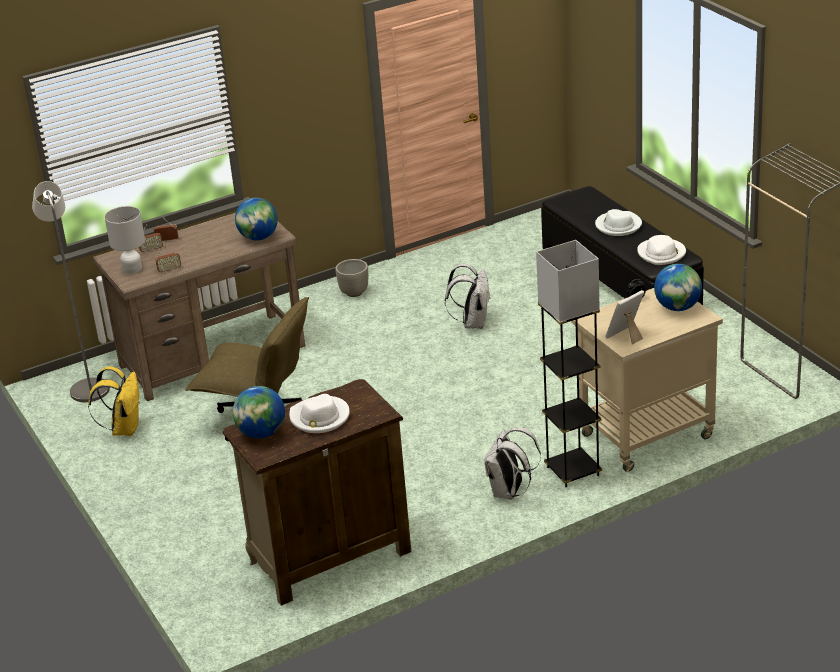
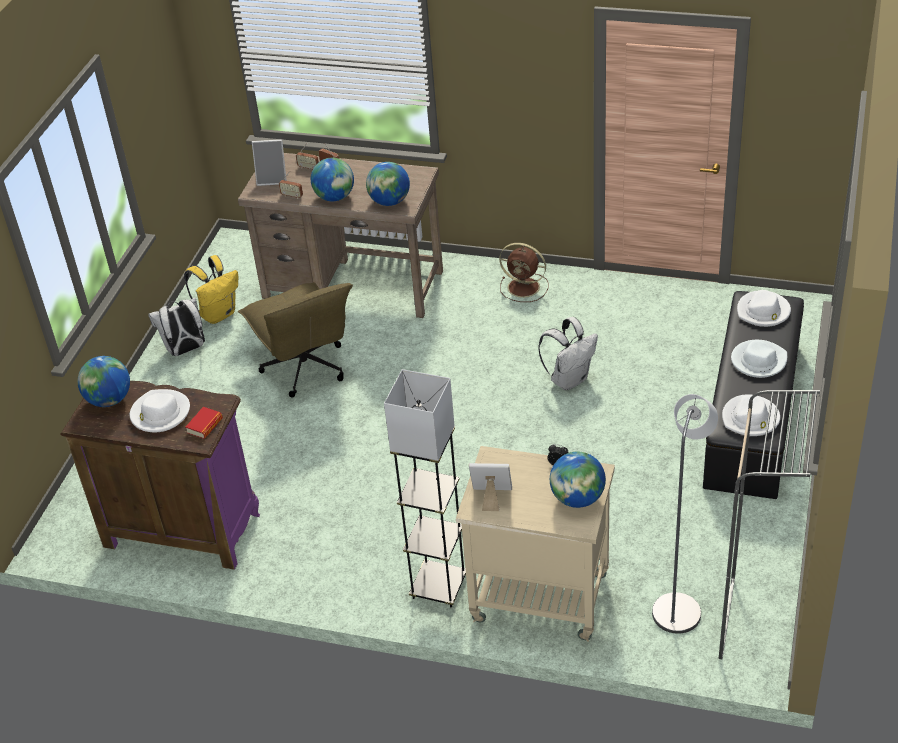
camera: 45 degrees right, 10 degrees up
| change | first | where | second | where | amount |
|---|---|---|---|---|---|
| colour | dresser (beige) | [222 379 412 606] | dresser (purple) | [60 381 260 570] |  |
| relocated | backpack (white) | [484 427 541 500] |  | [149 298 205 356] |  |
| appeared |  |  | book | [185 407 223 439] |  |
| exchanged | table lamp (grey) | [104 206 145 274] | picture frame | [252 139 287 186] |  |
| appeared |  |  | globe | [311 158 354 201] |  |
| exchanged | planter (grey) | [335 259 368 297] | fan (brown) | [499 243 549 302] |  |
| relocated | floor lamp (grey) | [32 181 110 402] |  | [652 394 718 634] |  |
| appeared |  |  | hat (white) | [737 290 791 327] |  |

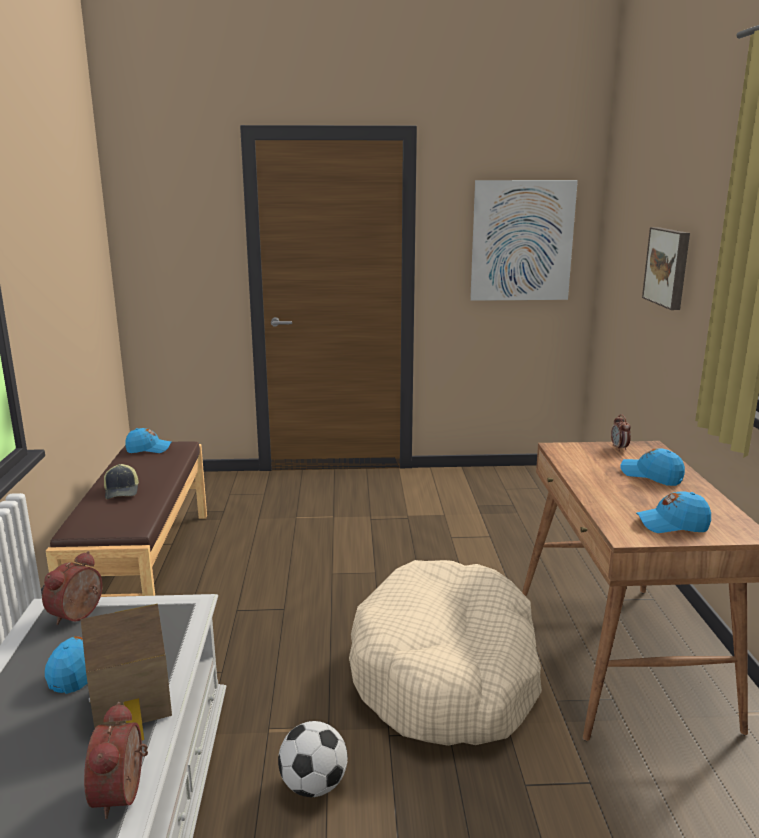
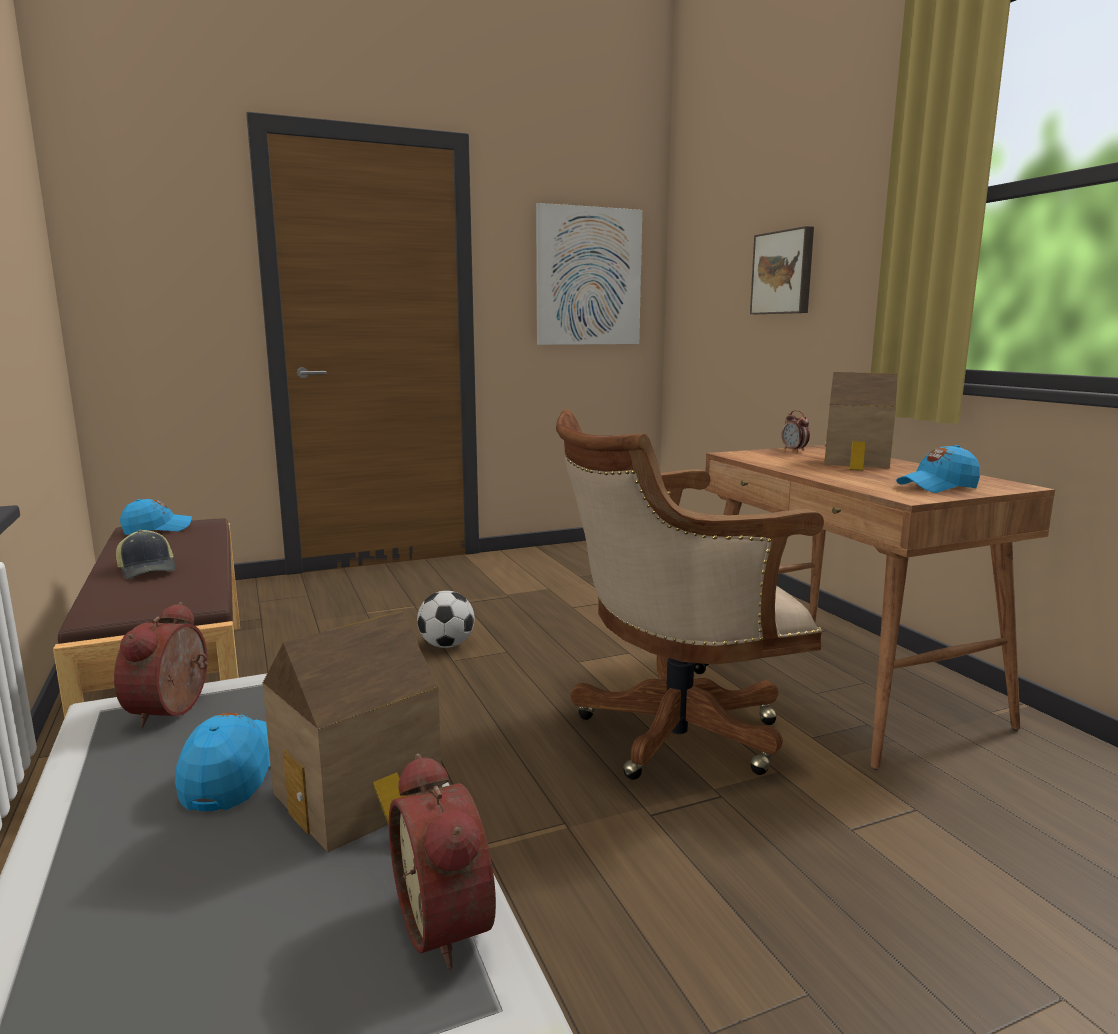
camera: 20 degrees left, 5 degrees down
| change | first | where | second | where | amount |
|---|---|---|---|---|---|
| relocated | football | [278 721 348 797] |  | [417 591 475 648] |  |
| exchanged | dog bed (beige) | [349 560 542 746] | office chair | [556 409 824 780] |  |
| exchanged | cap (blue) | [621 448 685 486] | toy house | [825 372 898 471] |  |

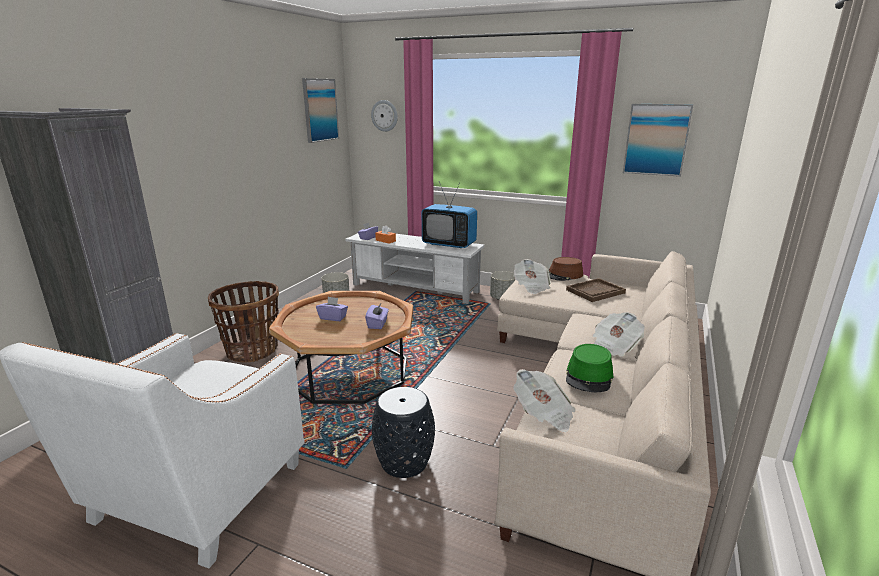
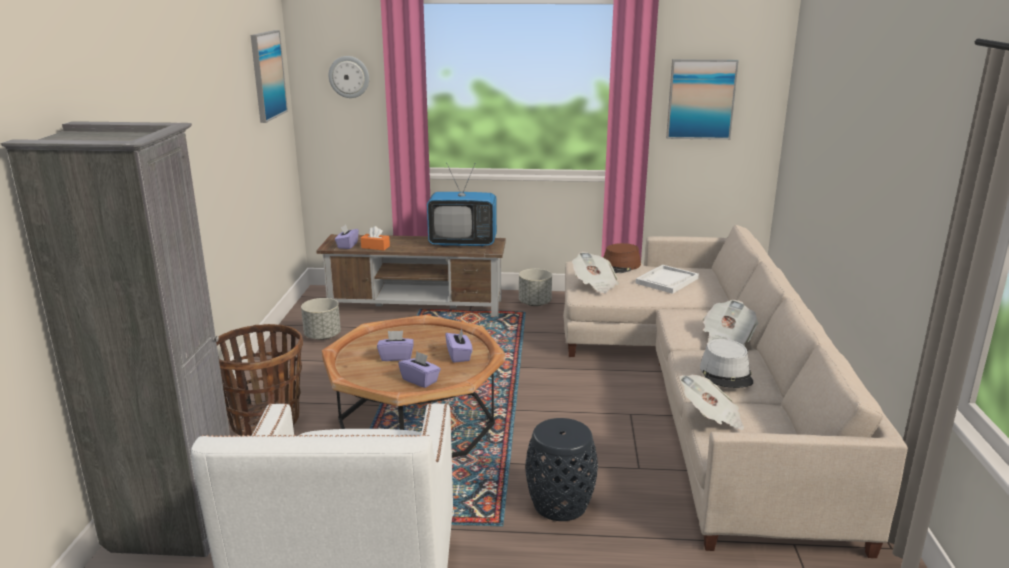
camera: 20 degrees left, 0 degrees up
| change | first | where | second | where | amount |
|---|---|---|---|---|---|
| colour | tv stand (white) | [345 231 484 304] | tv stand (brown) | [316 234 506 317] |  |
| appeared |  |  | tissue box (purple) | [398 351 441 388] |  |
| colour | tray (brown) | [566 278 626 302] | tray (white) | [635 265 699 294] |  |
| colour | hat (green) | [566 344 614 392] | hat (grey) | [700 339 753 388] |  |

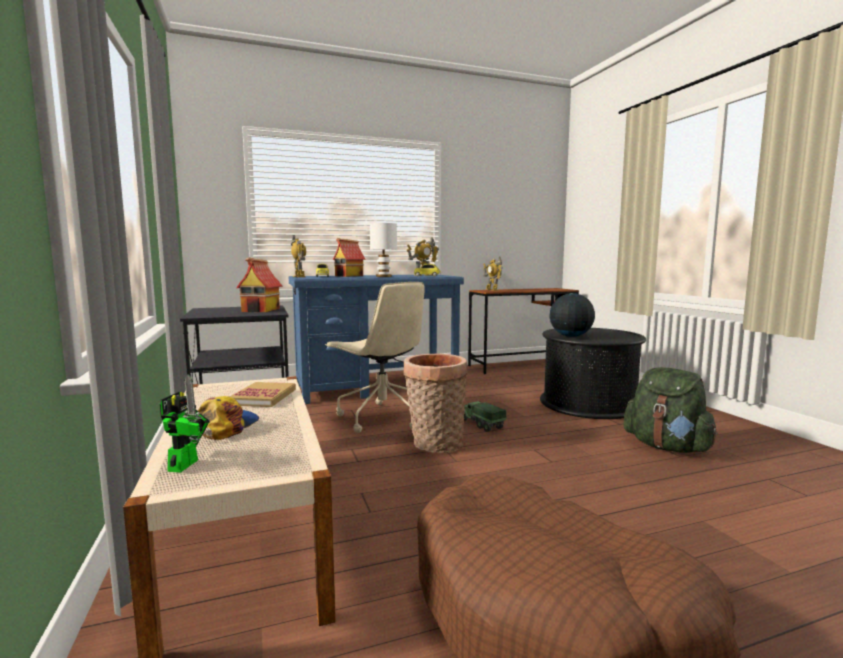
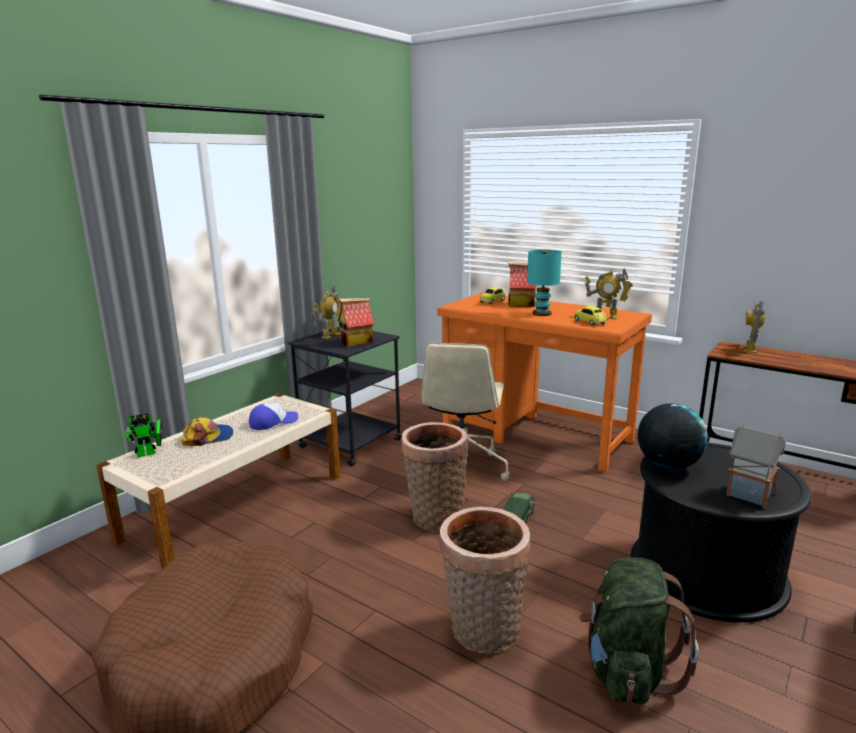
camera: 55 degrees right, 10 degrees up
| change | first | where | second | where | amount |
|---|---|---|---|---|---|
| exchanged | book | [230 382 296 407] | cap | [249 403 298 430] |  |
| relocated | toy robot | [291 235 306 277] |  | [313 286 341 339] |  |
| colour | desk (blue) | [289 275 464 404] | desk (orange) | [437 293 652 473] |  |
| appeared |  |  | basket | [439 507 530 654] |  |
| colour | table lamp (white) | [370 223 397 277] | table lamp (turquoise) | [527 249 562 316] |  |
| appeared |  |  | toy house | [726 425 786 508] |  |

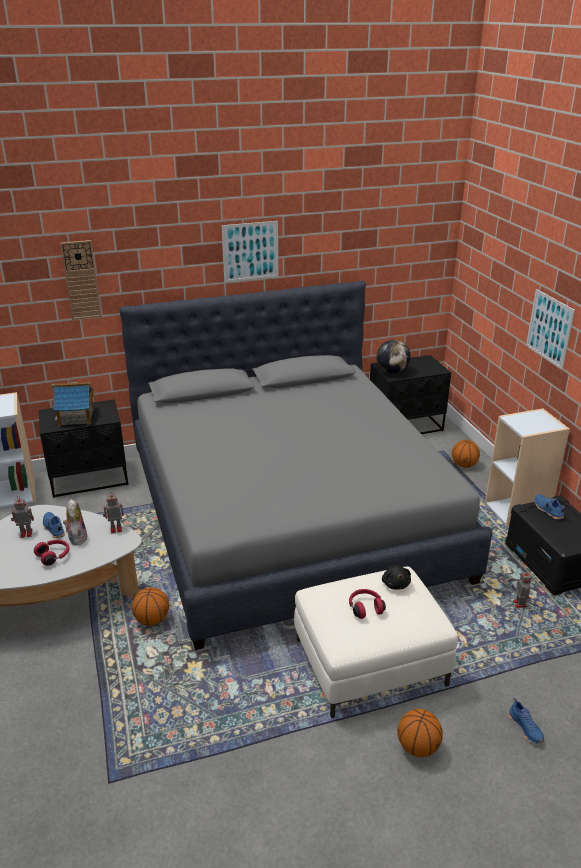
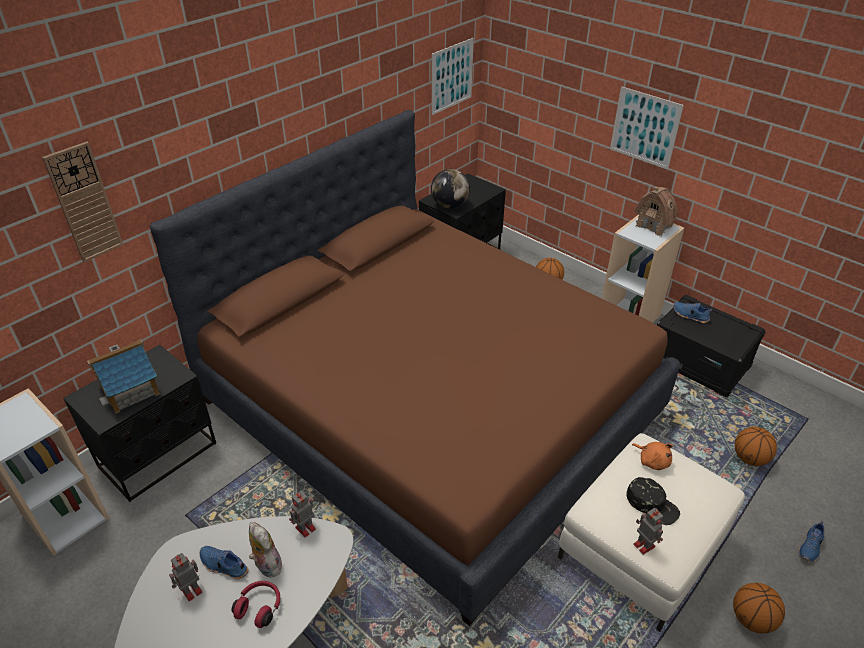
camera: 30 degrees left, 10 degrees up
| change | first | where | second | where | amount |
|---|---|---|---|---|---|
| colour | bed (grey) | [120 281 493 650] | bed (brown) | [150 110 680 626] |  |
| relocated | picture | [222 221 278 282] |  | [432 38 474 115] |  |
| exchanged | headphones (red) | [349 589 386 619] | cap (black) | [626 477 680 525] |  |
| colour | plush toy (black) | [382 565 411 590] | plush toy (orange) | [632 442 673 470] |  |
| relocated | toy robot | [513 571 531 608] |  | [633 508 663 555] |  |
| appeared |  |  | toy house | [634 187 677 237] |  |
| relocated | basketball | [132 587 169 625] |  | [735 427 777 466] |  |
| spun | shoe (blue) | [508 698 544 744] |  | [798 520 824 562] | 90 degrees clockwise |

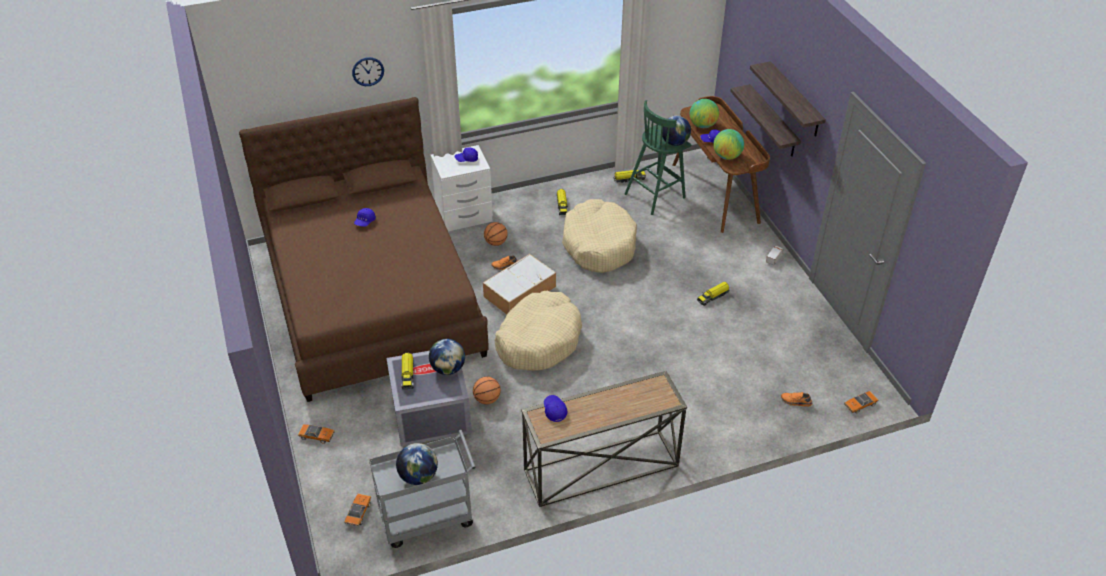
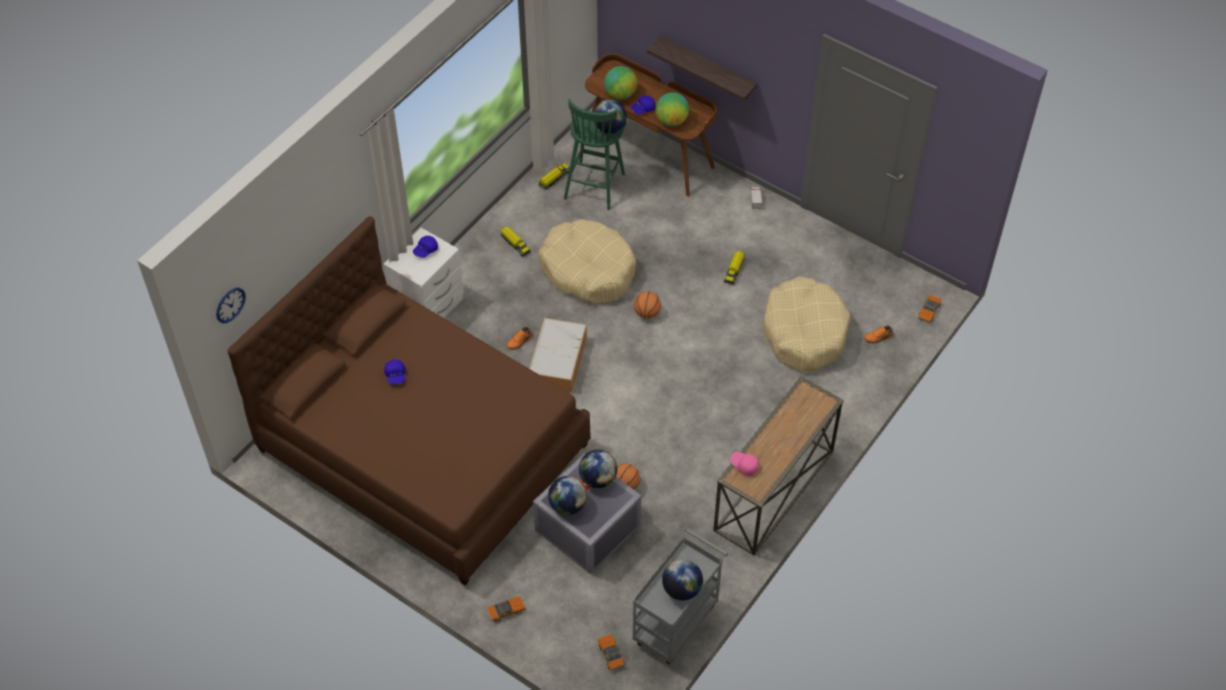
camera: 35 degrees left, 10 degrees up
| change | first | where | second | where | amount |
|---|---|---|---|---|---|
| relocated | wall clock | [352 57 384 86] |  | [216 288 246 323] |  |
| exchanged | toy truck | [401 353 414 389] | globe | [548 476 587 515] |  |
| relocated | basketball | [484 222 508 246] |  | [634 291 661 319] |  |
| colour | cap (blue) | [544 395 567 422] | cap (pink) | [730 452 759 476] |  |
| relocated | dog bed (beige) | [494 291 582 371] |  | [762 276 850 372] |  |
| missing | shelf | [750 61 826 136] |  |  |  |

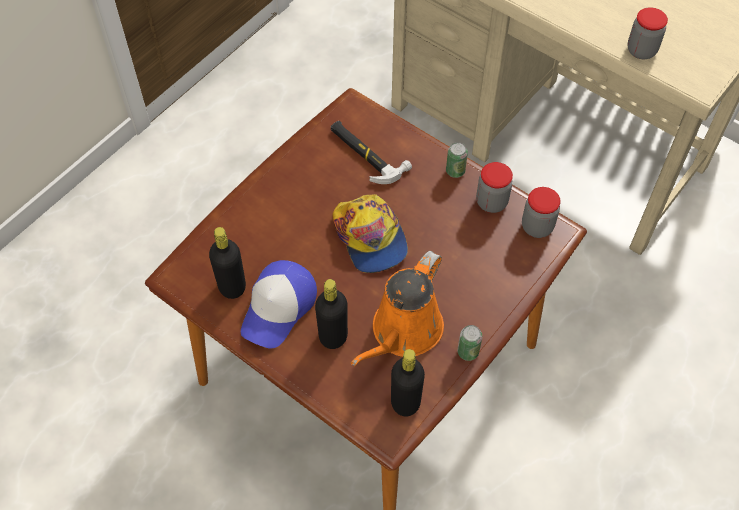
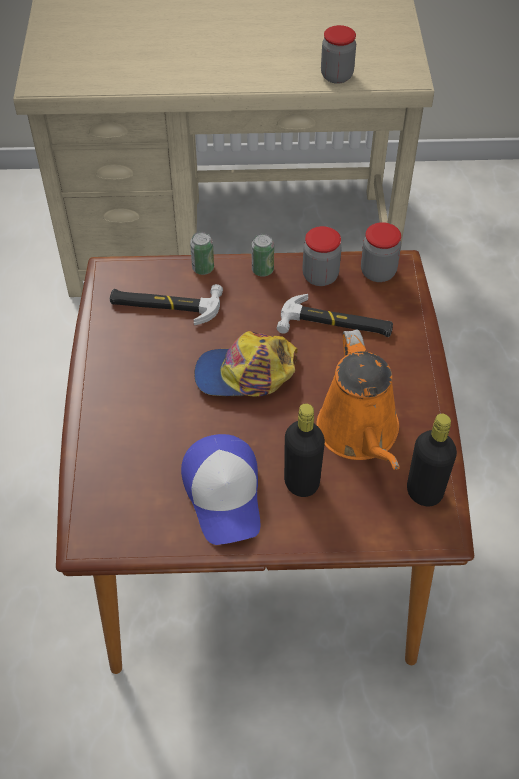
camera: 40 degrees left, 5 degrees down
| change | first | where | second | where | amount |
|---|---|---|---|---|---|
| relocated | can | [457 325 482 361] |  | [190 232 214 275] |  |
| spun | cap | [332 194 408 273] |  | [194 331 298 397] | 150 degrees clockwise |
| appeared |  |  | hammer | [277 294 393 337] |  |
| missing | bottle (black) | [209 227 246 299] |  |  |  |

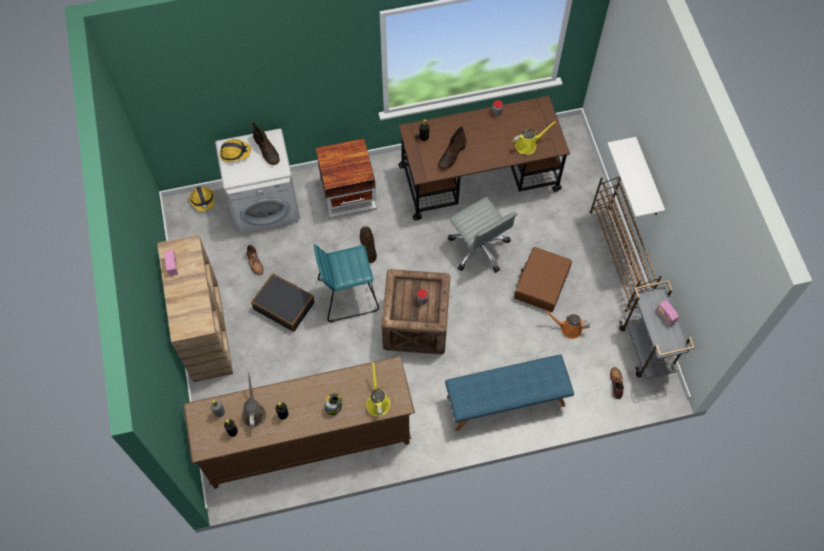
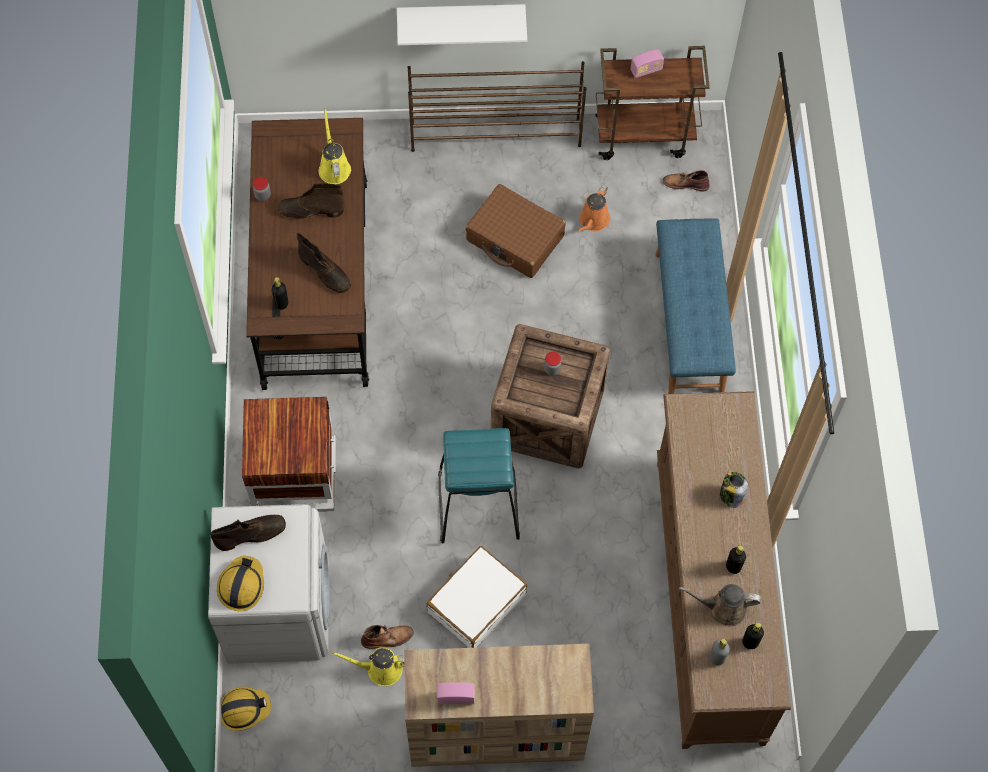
camera: 80 degrees left, 0 degrees up
| change | first | where | second | where | amount |
|---|---|---|---|---|---|
| relocated | boot (brown) | [359 227 377 263] |  | [278 183 344 219] |  |
| relocated | watering can (yellow) | [366 362 390 416] |  | [332 648 404 686] |  |
| colour | suitcase (black) | [251 273 315 332] | suitcase (white) | [426 546 527 648] |  |
| colour | cart (grey) | [619 280 695 379] | cart (brown) | [595 46 710 160] |  |
| missing | office chair (grey) | [448 197 518 272] |  |  |  |

